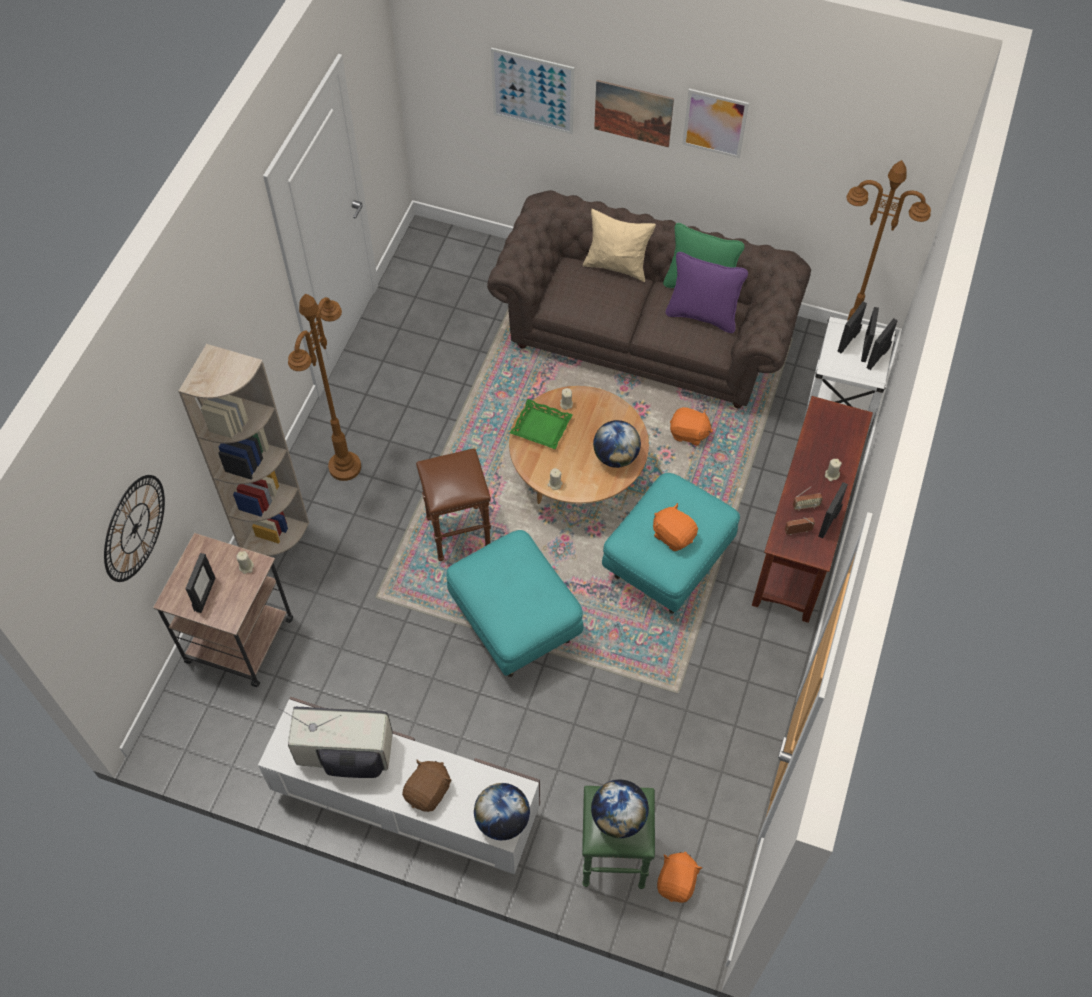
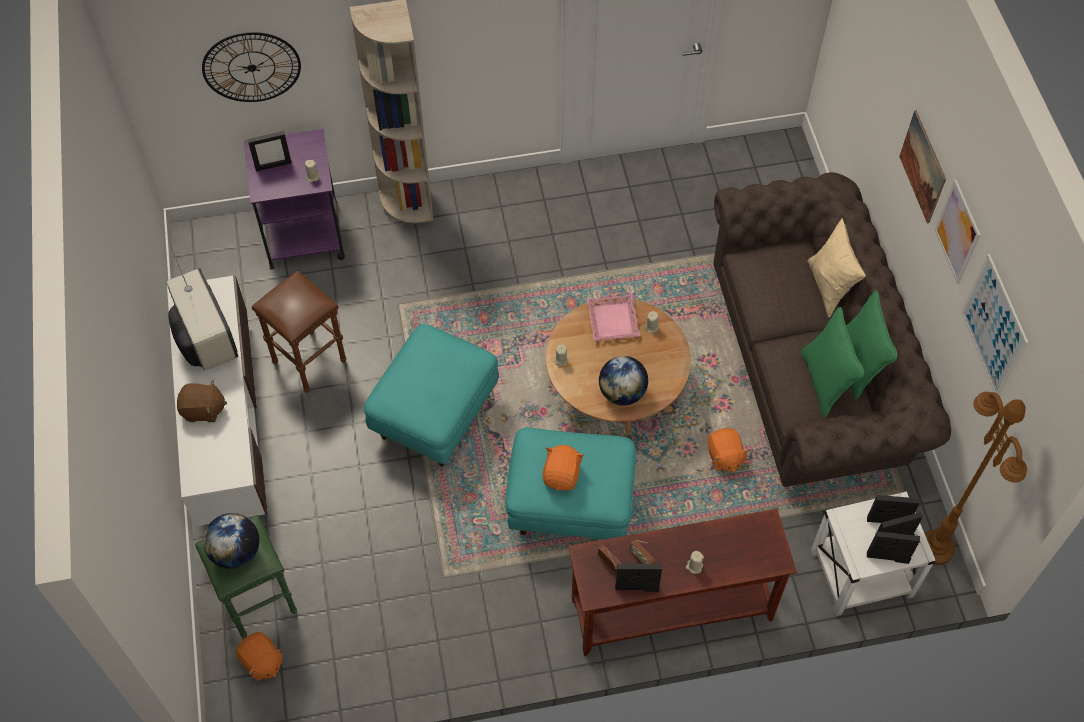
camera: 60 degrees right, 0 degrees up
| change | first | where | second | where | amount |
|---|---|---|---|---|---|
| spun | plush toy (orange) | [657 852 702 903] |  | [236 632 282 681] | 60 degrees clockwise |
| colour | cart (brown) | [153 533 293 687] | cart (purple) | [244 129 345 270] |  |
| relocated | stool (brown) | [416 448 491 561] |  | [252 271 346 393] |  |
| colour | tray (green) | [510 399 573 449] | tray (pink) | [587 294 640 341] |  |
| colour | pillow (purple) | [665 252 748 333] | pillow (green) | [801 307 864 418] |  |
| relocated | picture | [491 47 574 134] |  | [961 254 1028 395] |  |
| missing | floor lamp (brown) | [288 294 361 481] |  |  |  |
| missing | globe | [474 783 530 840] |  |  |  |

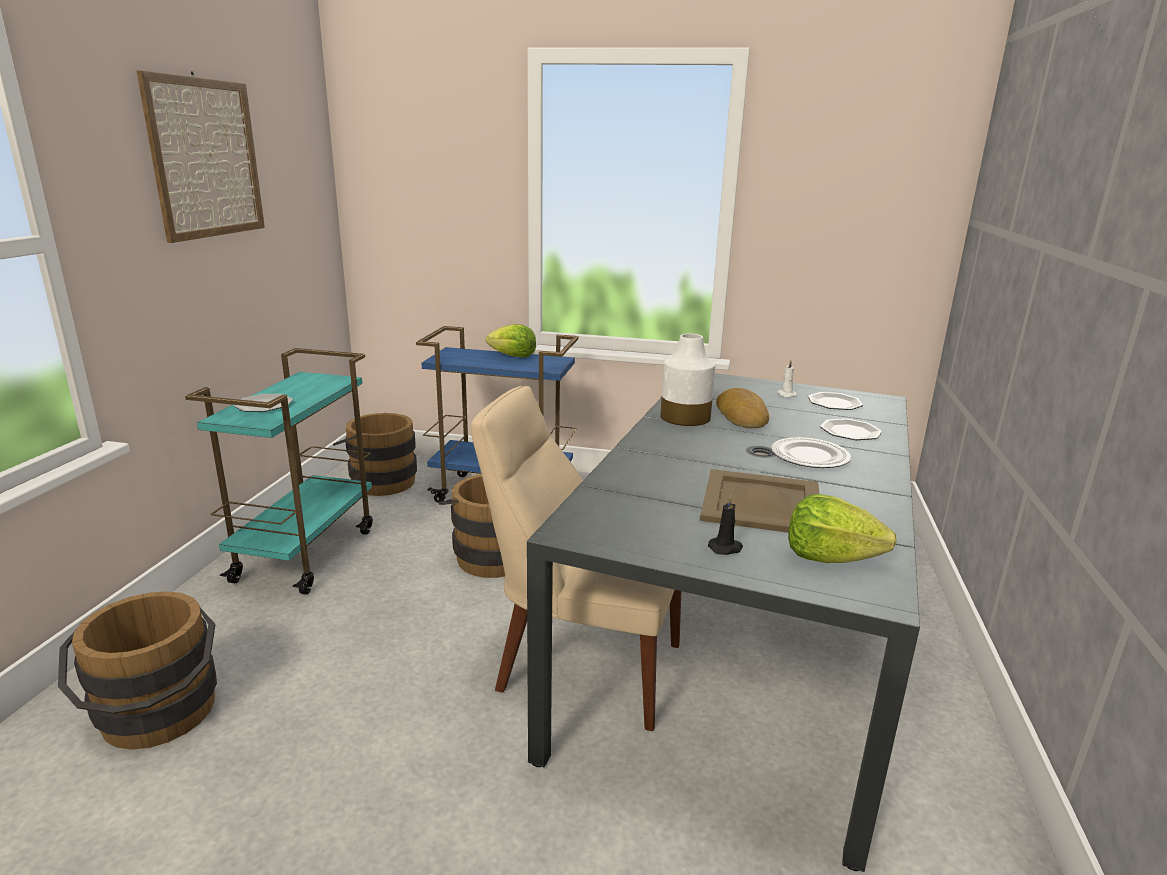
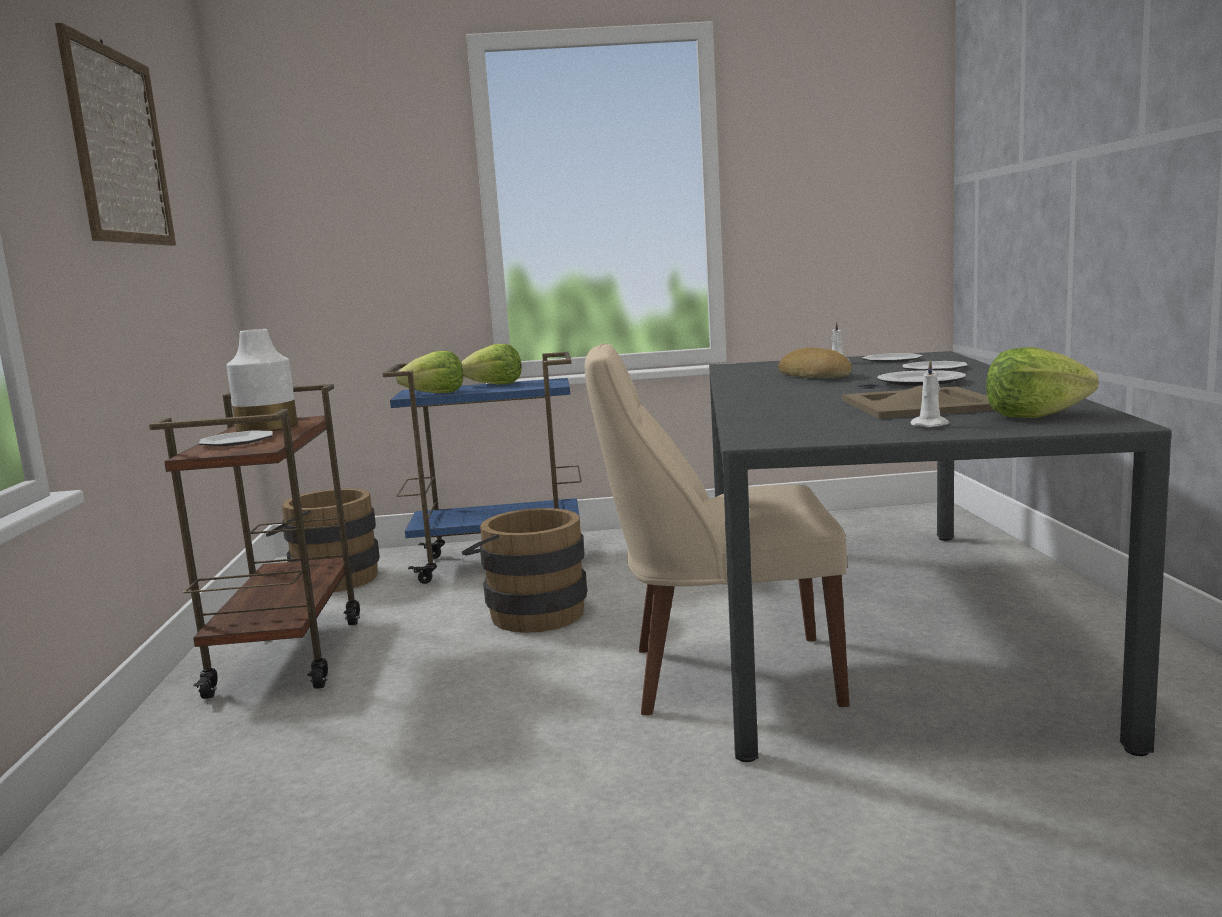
camera: 15 degrees left, 10 degrees down
| change | first | where | second | where | amount |
|---|---|---|---|---|---|
| colour | cart (turquoise) | [185 348 373 594] | cart (brown) | [149 384 360 699] |  |
| relocated | vase (white) | [660 334 715 426] |  | [226 329 298 432] |  |
| appeared |  |  | lettuce | [396 351 463 393] |  |
| colour | candle (black) | [708 495 743 555] | candle (white) | [911 359 949 428] |  |
| missing | bucket (brown) | [58 591 217 750] |  |  |  |

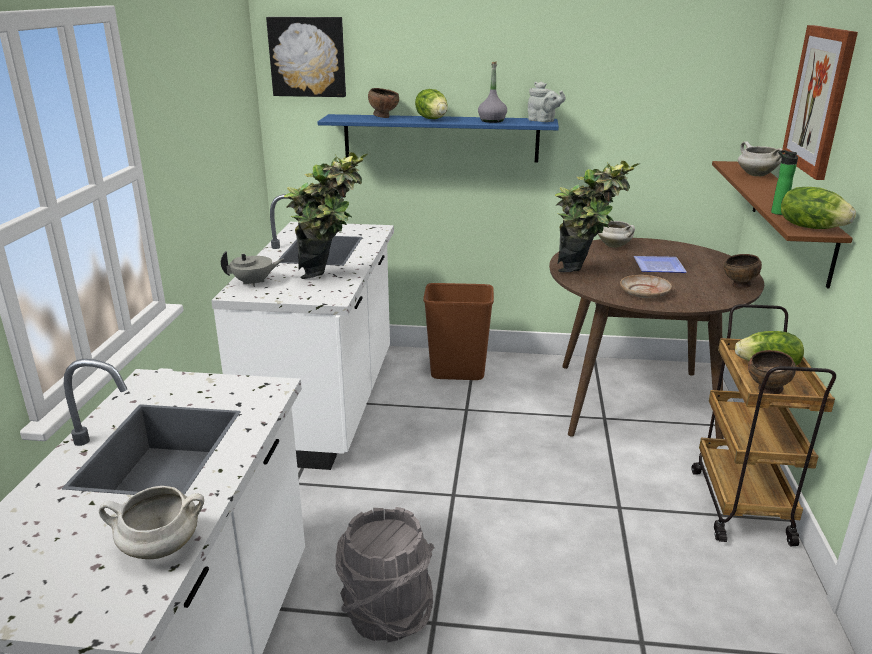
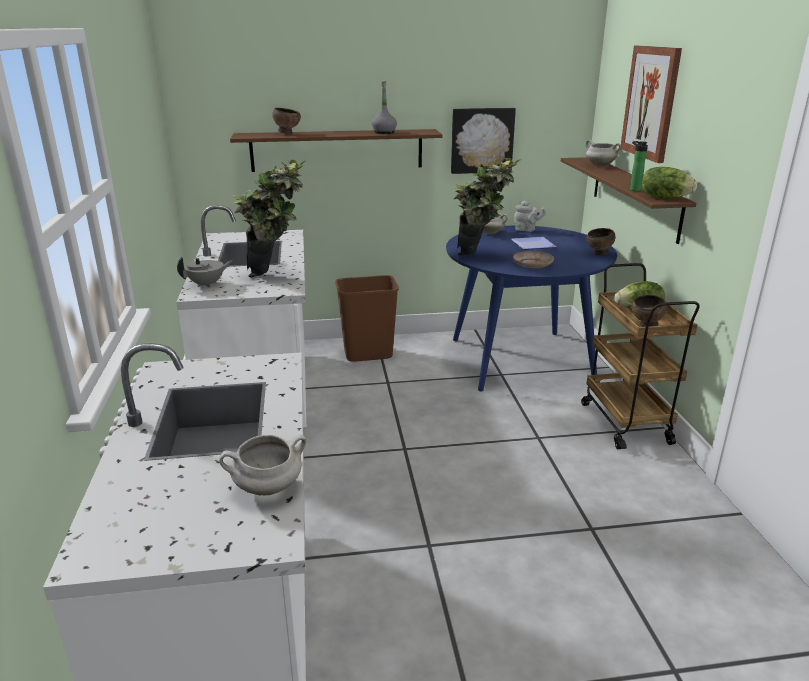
camera: 15 degrees left, 0 degrees up
| change | first | where | second | where | amount |
|---|---|---|---|---|---|
| colour | shelf (blue) | [318 114 559 163] | shelf (brown) | [230 129 443 172] |  |
| colour | dining table (brown) | [549 238 764 446] | dining table (blue) | [446 226 617 392] |  |
| relocated | picture | [266 17 346 97] |  | [451 108 516 174] |  |
| relocated | teapot (grey) | [528 82 566 122] |  | [514 201 546 232] |  |
| missing | bucket (grey) | [336 507 434 642] |  |  |  |
| missing | lettuce | [415 89 448 119] |  |  |  |

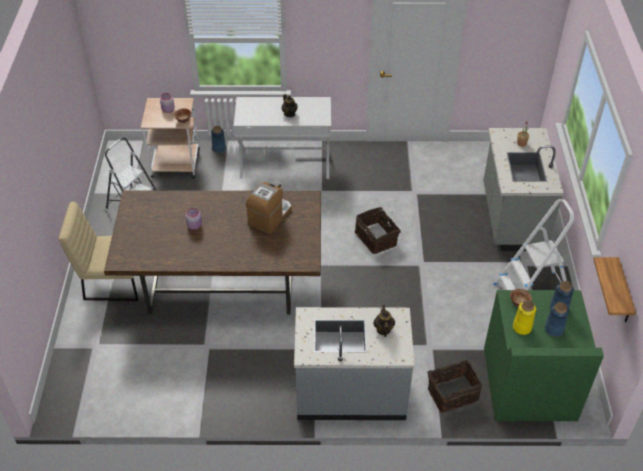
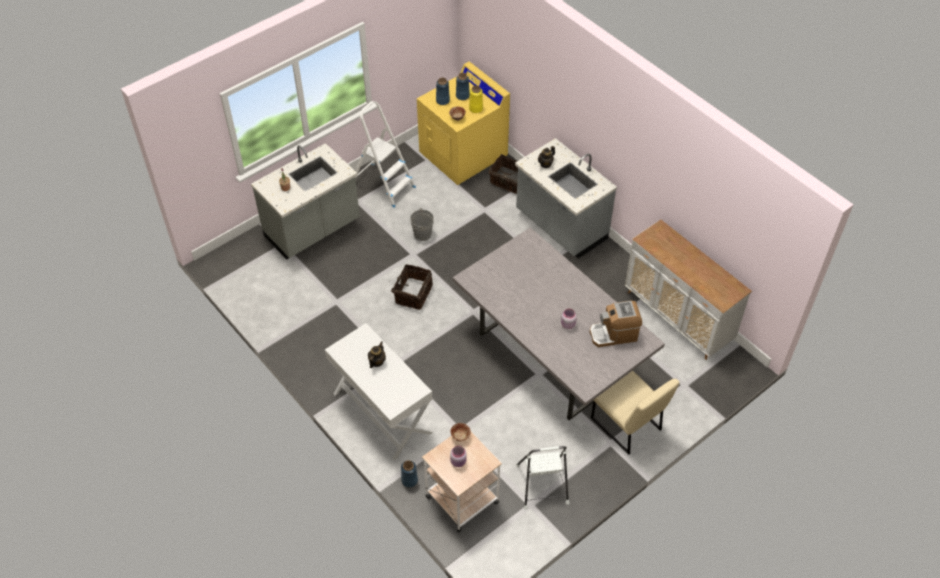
camera: 130 degrees left, 5 degrees up
| change | first | where | second | where | amount |
|---|---|---|---|---|---|
| appeared |  |  | bucket (grey) | [410 208 434 241] |  |
| colour | washing machine (green) | [484 290 604 421] | washing machine (yellow) | [417 61 510 185] |  |
| colour | dining table (brown) | [104 191 321 314] | dining table (grey) | [453 228 665 420] |  |
| relocated | coffee machine | [246 181 292 234] |  | [590 301 642 347] |  |
| appeared |  |  | cabinet | [625 219 752 360] |  |
| missing | shelf | [593 257 636 322] |  |  |  |

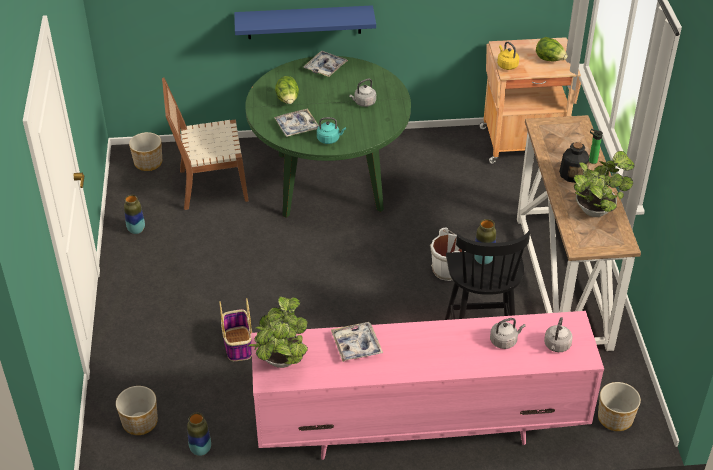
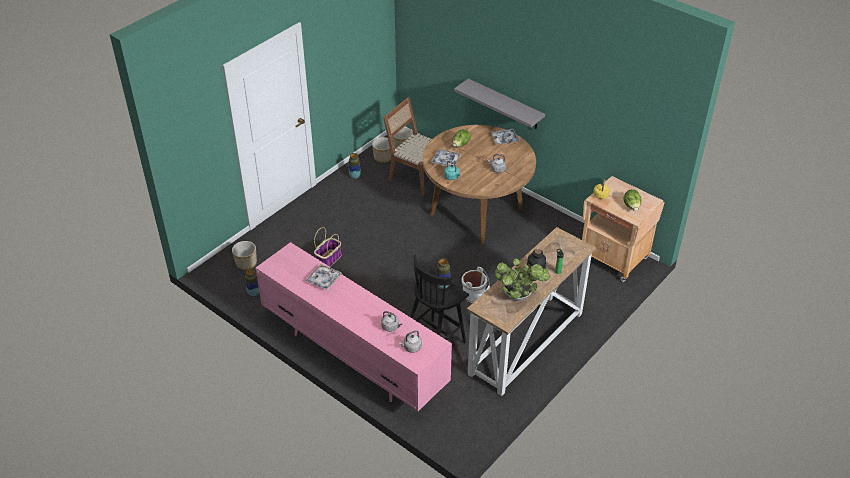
camera: 45 degrees right, 0 degrees up
| change | first | where | second | where | amount |
|---|---|---|---|---|---|
| relocated | planter | [598 382 641 431] |  | [372 137 391 163] |  |
| colour | dining table (green) | [245 56 411 218] | dining table (brown) | [423 125 536 244] |  |
| colour | shelf (blue) | [234 5 376 39] | shelf (grey) | [454 79 545 129] |  |
| missing | potted plant | [248 297 308 368] |  |  |  |

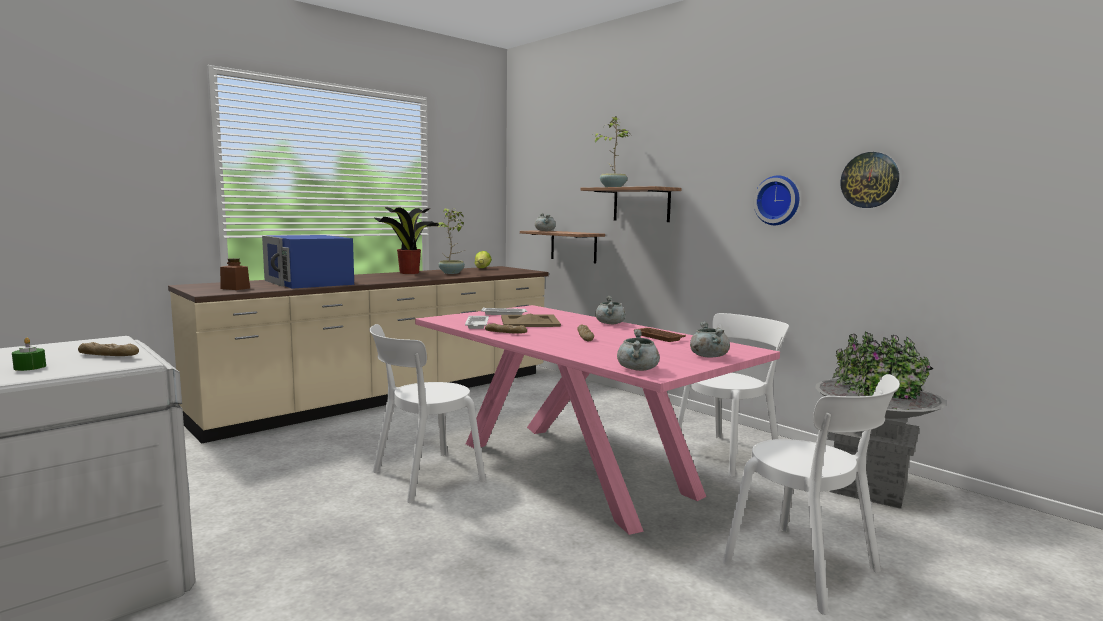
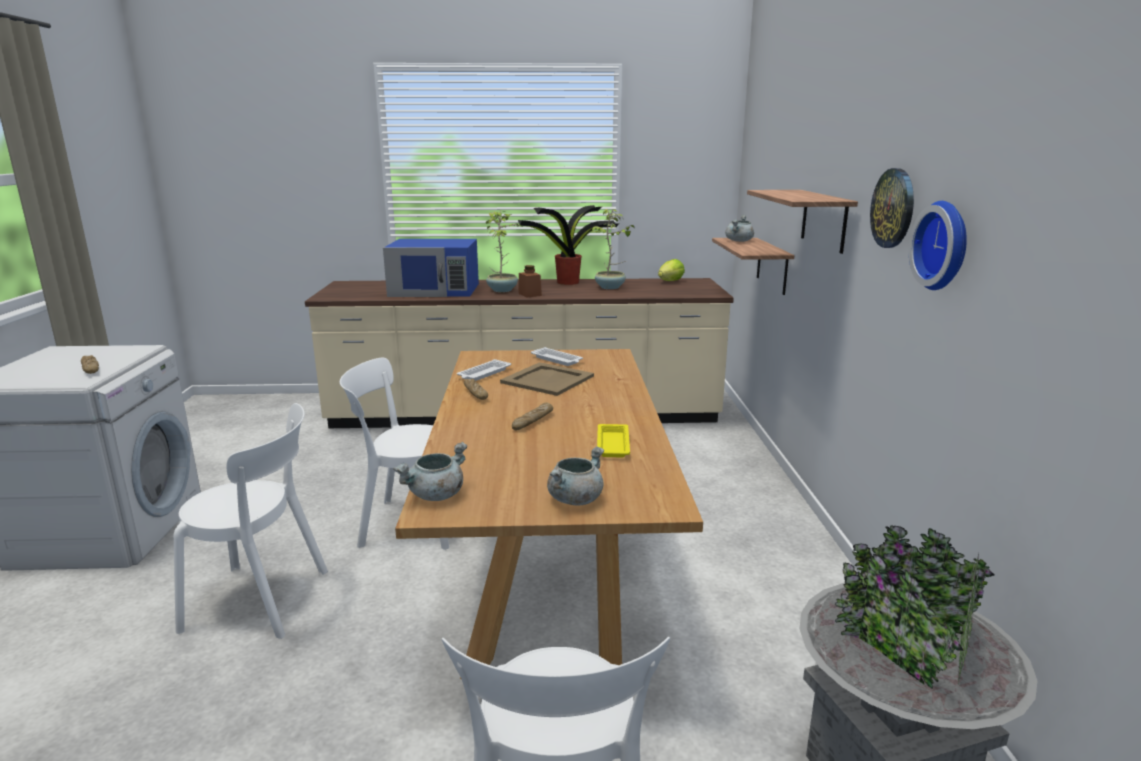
camera: 40 degrees right, 10 degrees up
| change | first | where | second | where | amount |
|---|---|---|---|---|---|
| relocated | chair (white) | [678 313 789 477] |  | [174 403 328 639] |  |
| spun | microwave (blue) | [262 235 354 289] |  | [383 239 479 297] | 90 degrees counterclockwise |
| colour | dining table (pink) | [415 305 780 535] | dining table (brown) | [395 349 703 679] |  |
| relocated | potted plant | [594 116 629 187] |  | [486 211 522 292] |  |
| relocated | jar (brown) | [220 258 250 290] |  | [518 265 542 298] |  |
| colour | tray (brown) | [634 328 686 342] | tray (yellow) | [597 424 630 458] |  |
| relocated | wall clock | [841 152 899 208] |  | [870 168 914 248] |  |
| missing | candle (green) | [12 338 46 371] |  |  |  |
| missing | cooking pot (grey) | [595 296 626 324] |  |  |  |

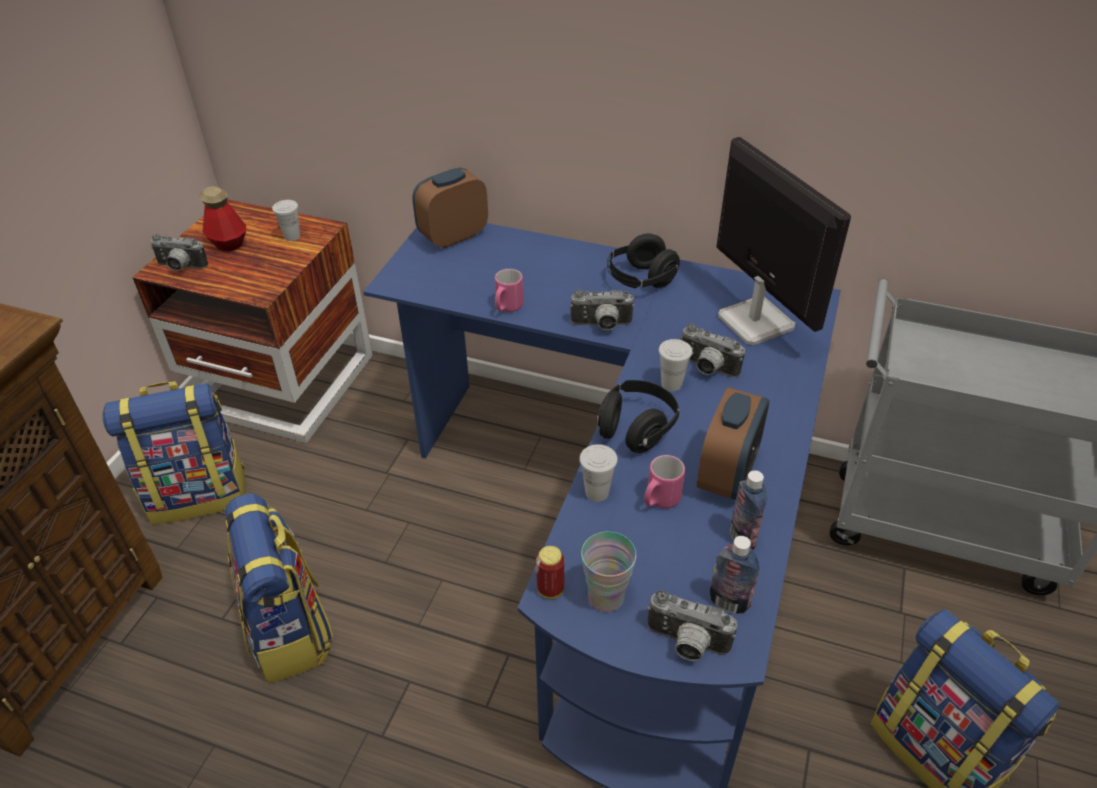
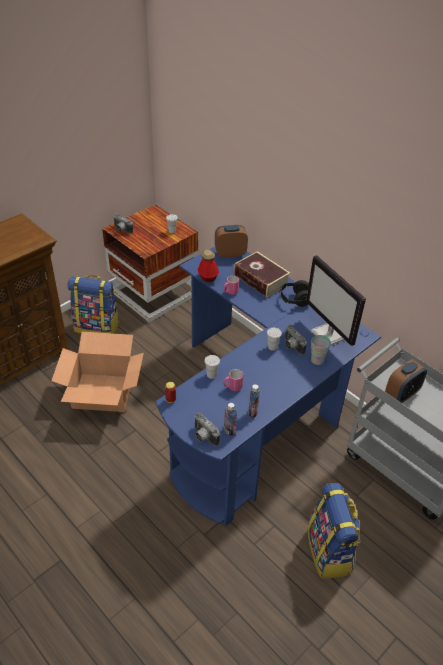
camera: 25 degrees right, 0 degrees up
| change | first | where | second | where | amount |
|---|---|---|---|---|---|
| exchanged | backpack | [225 493 333 683] | cardboard box | [51 332 144 412] |  |
| relocated | bottle | [199 186 246 251] |  | [198 250 219 282] |  |
| appeared |  |  | book | [234 251 291 298] |  |
| spun | monitor | [716 137 851 345] |  | [306 255 366 346] | 150 degrees clockwise |
| relocated | cup | [581 532 636 612] |  | [311 335 331 365] |  |
| relocated | alarm clock | [697 387 769 500] |  | [385 359 427 403] |  |
| missing | photo camera | [570 290 634 330] |  |  |  |
| missing | headphones (black) | [597 380 680 453] |  |  |  |

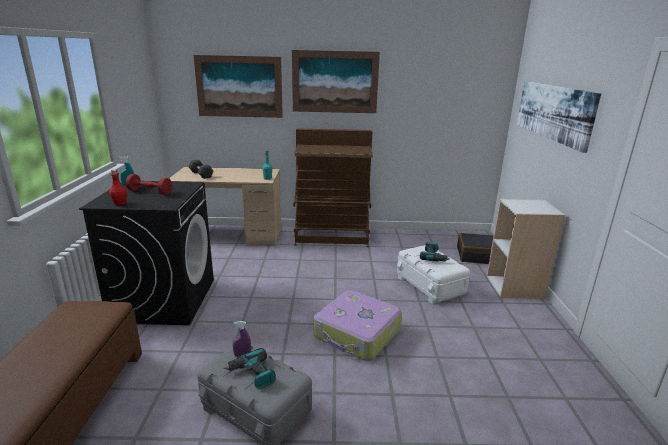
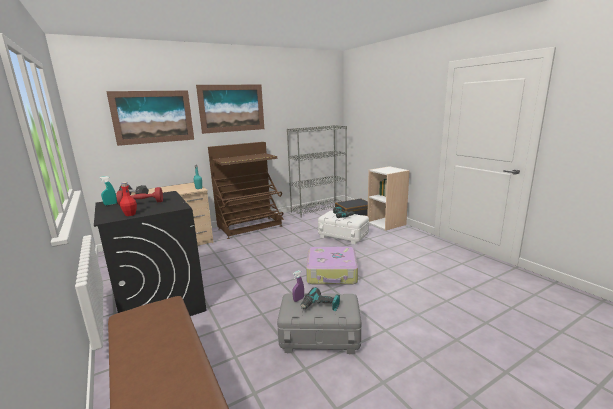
camera: 30 degrees left, 5 degrees down
| change | first | where | second | where | amount |
|---|---|---|---|---|---|
| appeared |  |  | bookcase (grey) | [287 125 347 218] |  |
| missing | picture | [517 81 601 153] |  |  |  |

